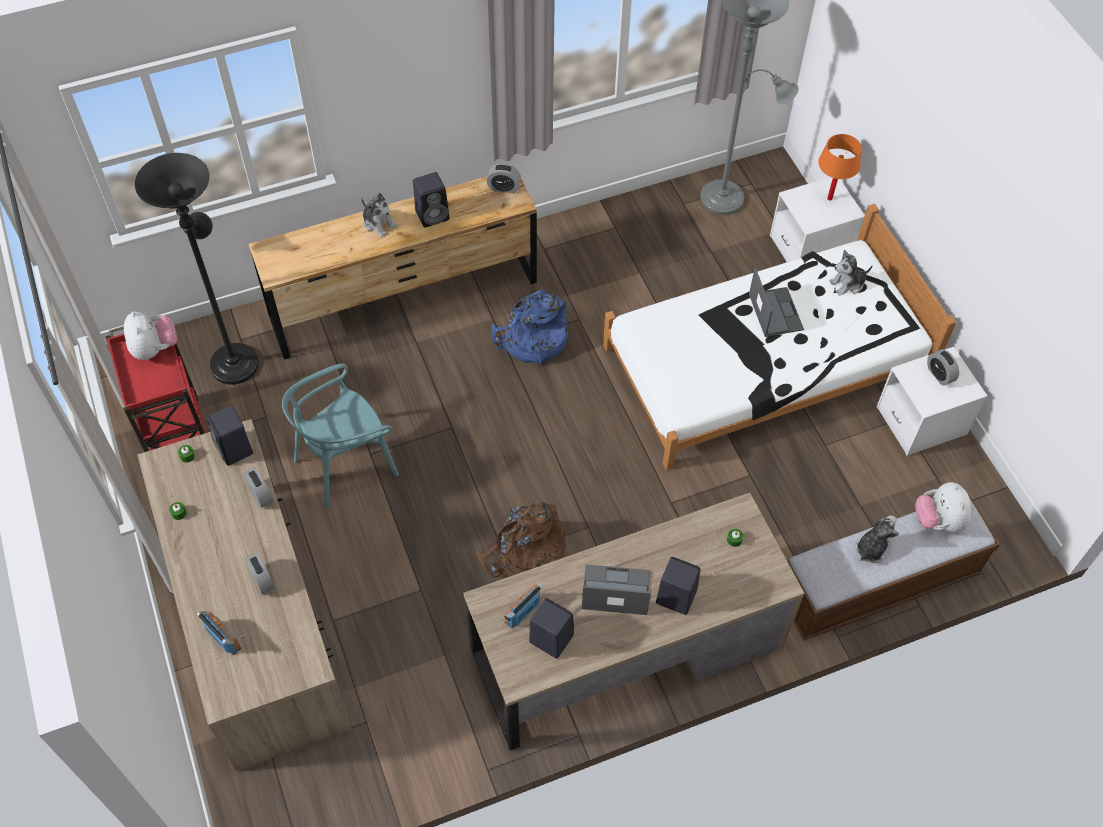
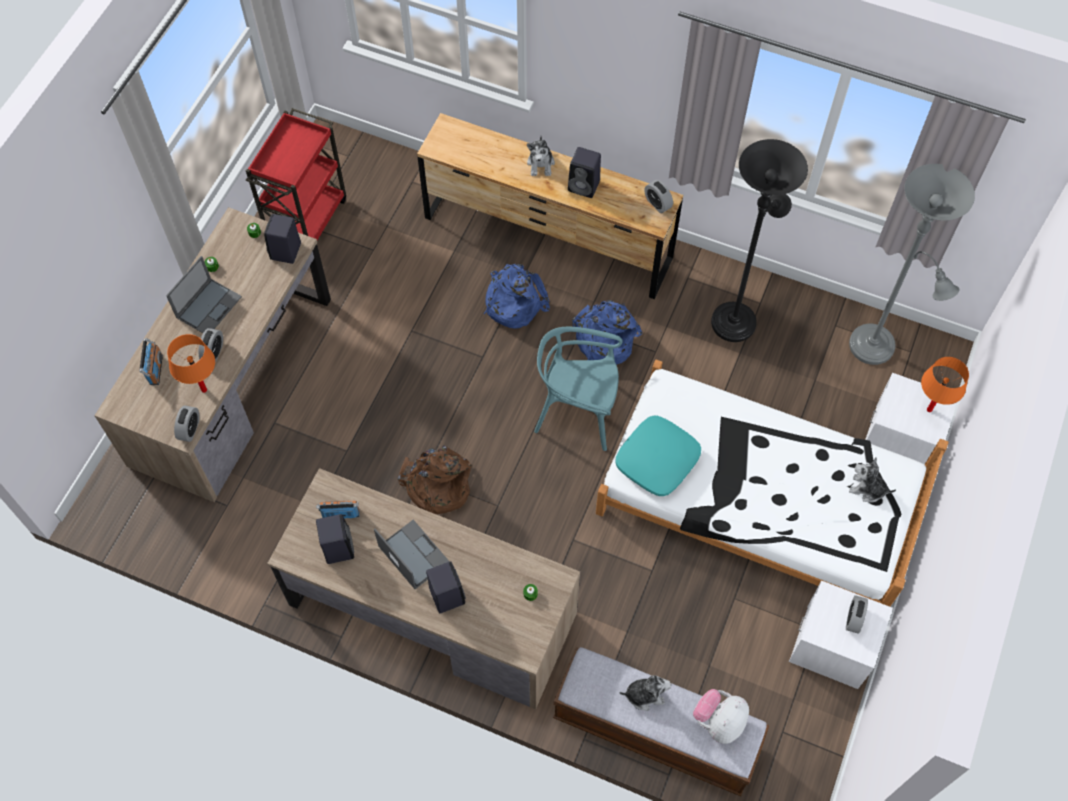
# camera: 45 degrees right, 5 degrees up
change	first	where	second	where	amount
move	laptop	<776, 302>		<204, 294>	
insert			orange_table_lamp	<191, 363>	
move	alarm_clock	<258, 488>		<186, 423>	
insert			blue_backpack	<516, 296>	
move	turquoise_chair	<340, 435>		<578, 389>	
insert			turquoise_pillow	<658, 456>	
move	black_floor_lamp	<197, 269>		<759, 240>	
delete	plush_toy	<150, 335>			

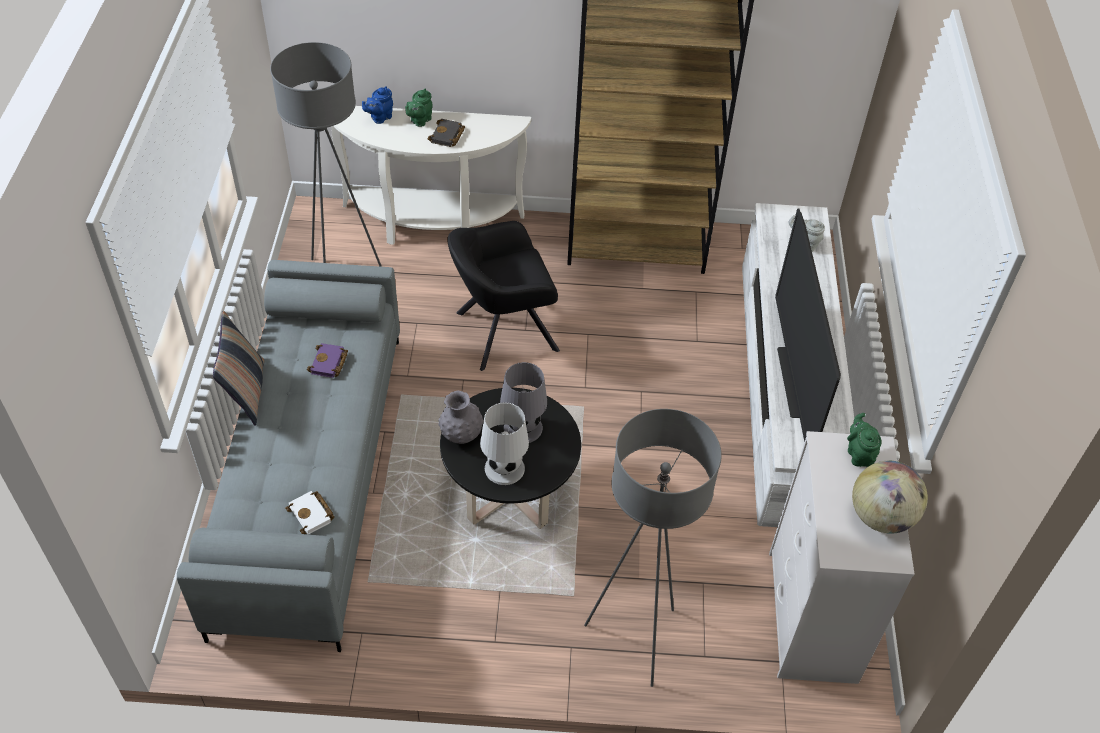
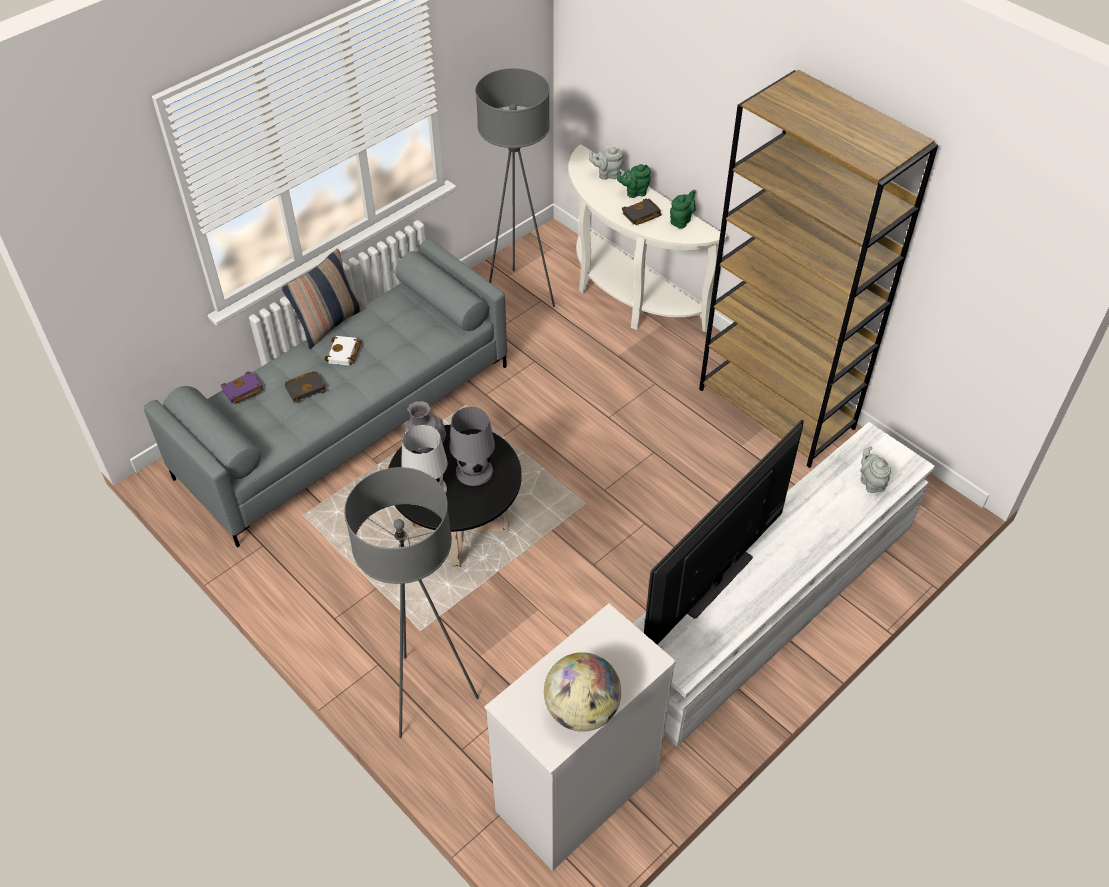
# camera: 45 degrees right, 0 degrees up
change	first	where	second	where	amount
move	purple_book	<327, 360>		<242, 387>	
insert			black_book	<305, 387>	
move	white_book	<310, 513>		<342, 350>	
recolor	blue_teapot	<377, 105>	grey_teapot	<606, 163>	
move	green_teapot	<864, 440>		<683, 209>	
delete	black_armchair	<503, 296>			

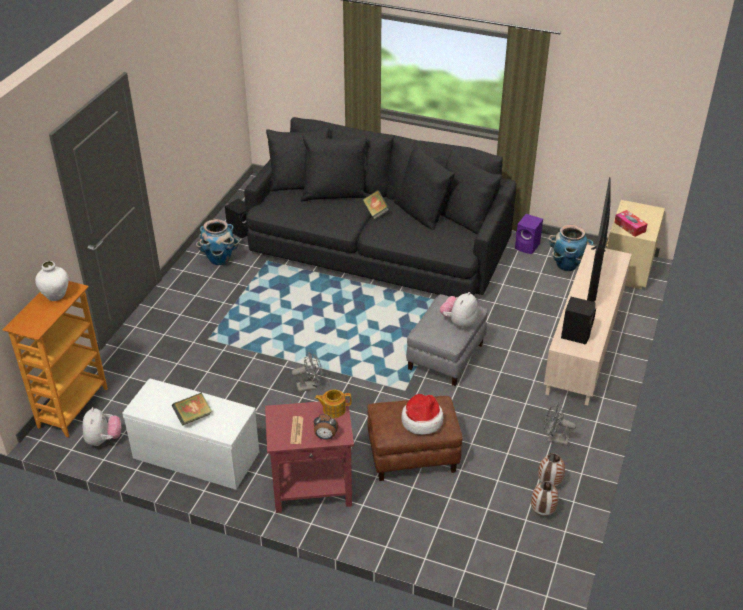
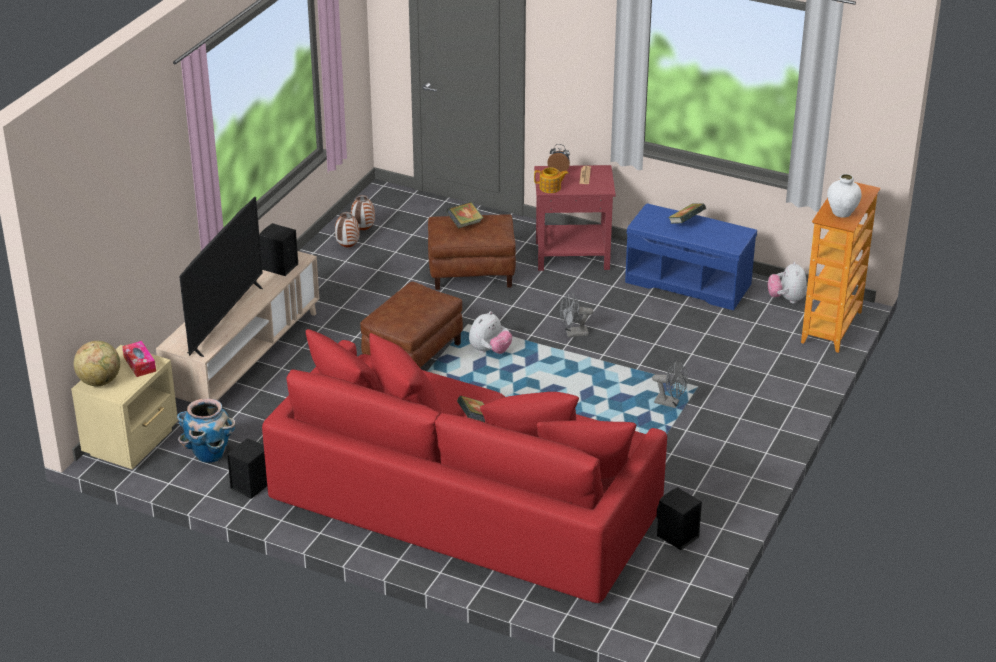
# camera: 175 degrees left, 5 degrees down
change	first	where	second	where	amount
insert			globe	<97, 364>	
recolor	purple_speaker	<529, 234>	black_speaker	<247, 468>	
recolor	black_sofa	<380, 207>	red_sofa	<464, 466>	
recolor	grey_ottoman	<447, 340>	brown_ottoman	<411, 325>	
replace	hat	<422, 414>	book	<464, 215>	
move	plush_toy	<459, 310>		<490, 332>	
recolor	white_bench	<190, 434>	blue_bench	<691, 256>	
move	grey_fan	<560, 424>		<670, 384>	
delete	planter	<217, 242>			

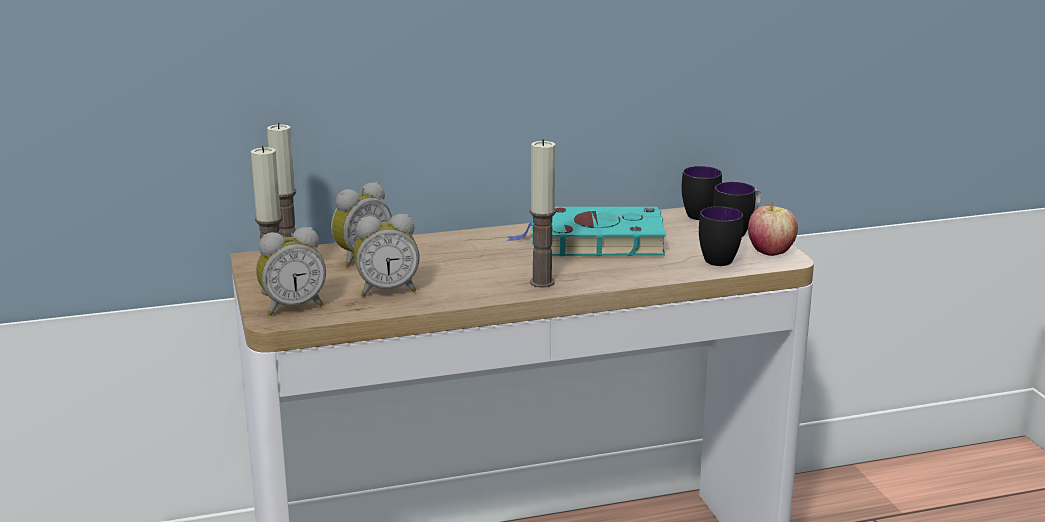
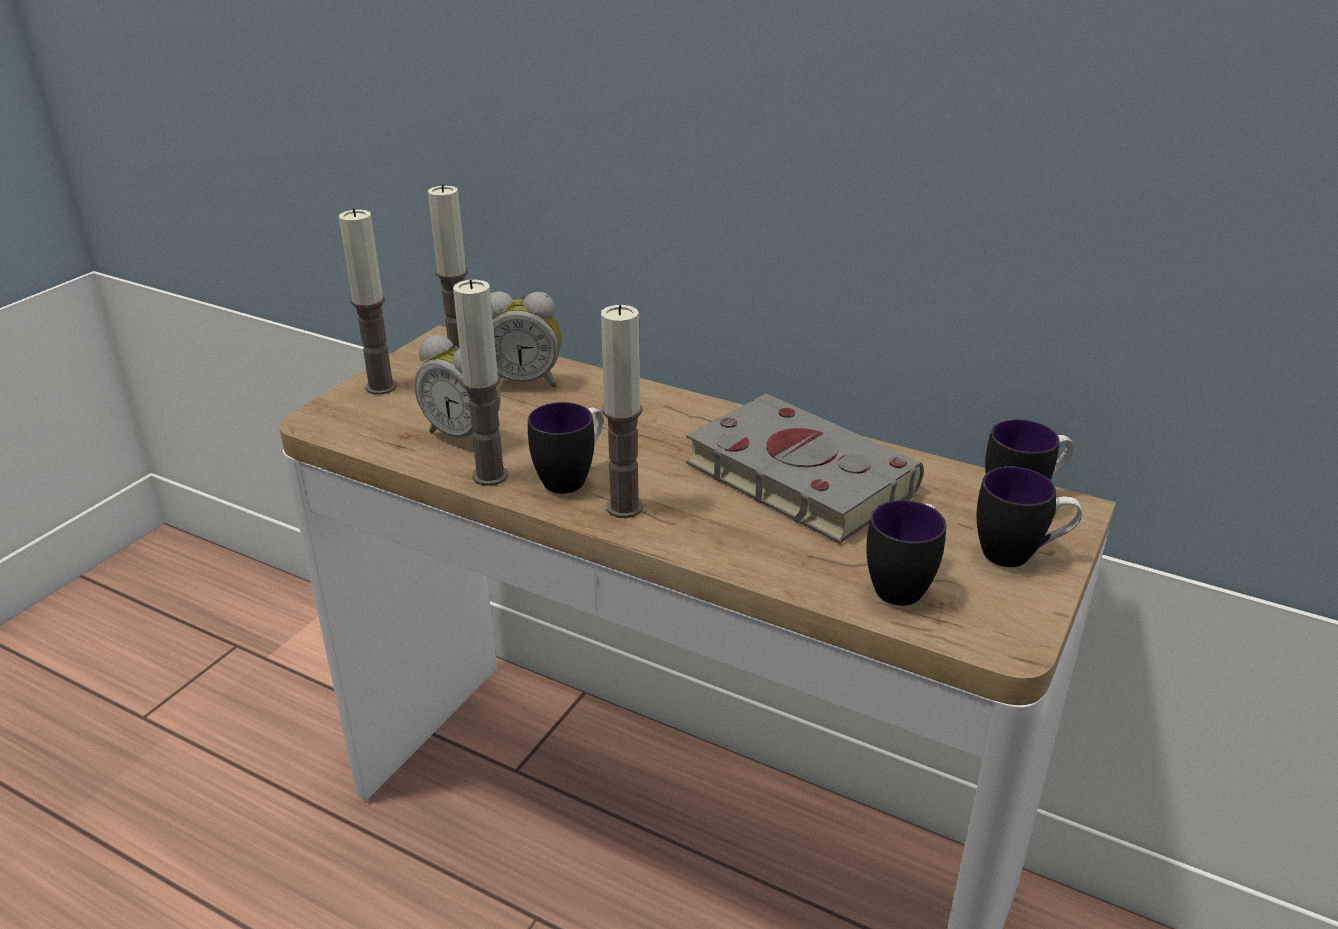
# camera: 45 degrees right, 10 degrees up
change	first	where	second	where	amount
insert			candle	<480, 383>	
insert			mug	<565, 448>	
recolor	turquoise_book	<586, 231>	grey_book	<805, 468>	
delete	alarm_clock	<291, 271>			
delete	apple	<773, 228>			

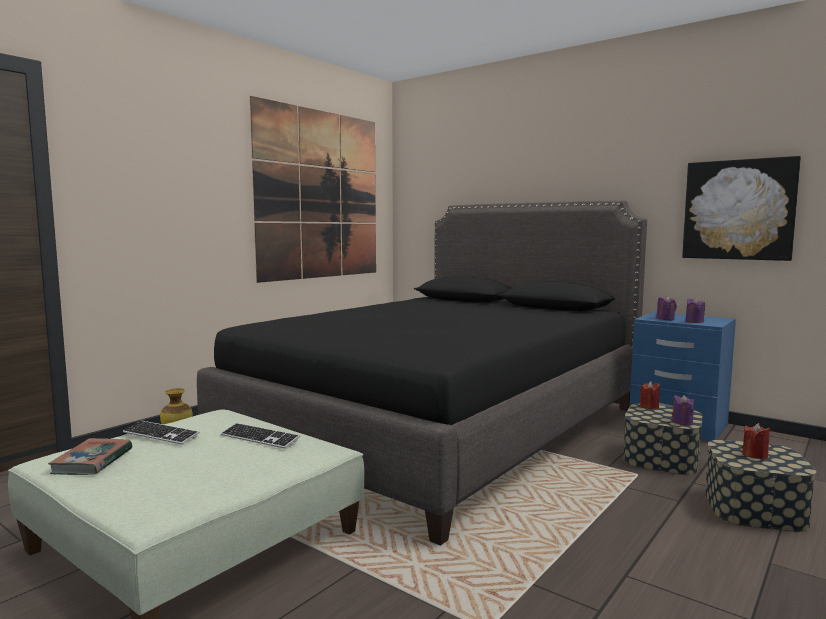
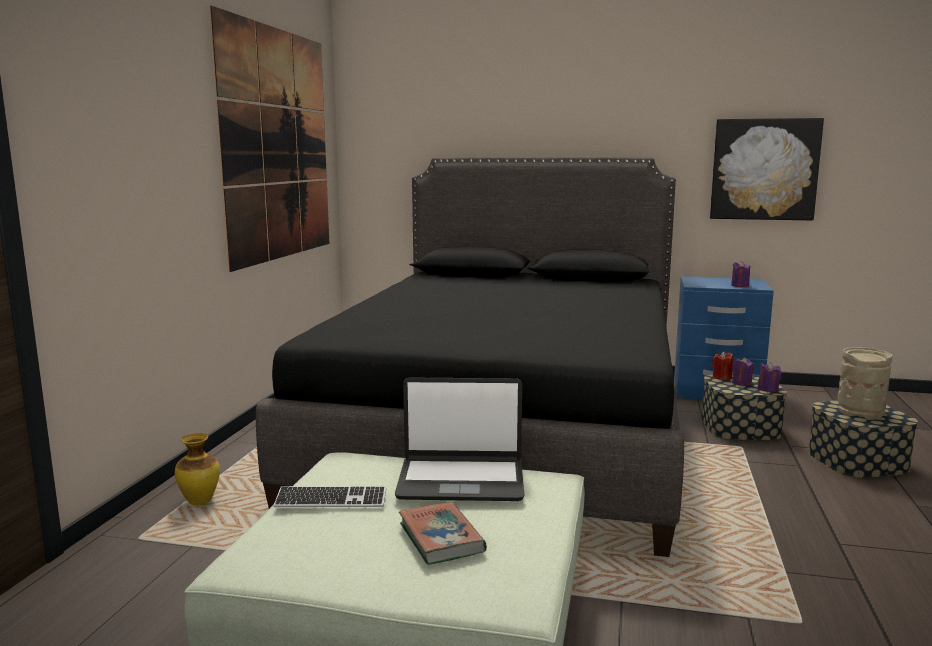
# camera: 25 degrees left, 5 degrees up
change	first	where	second	where	amount
replace	keyboard	<260, 436>	laptop	<460, 439>	
move	book	<90, 456>		<443, 533>	
move	purple_candle	<666, 308>		<743, 371>	
replace	red_candle	<756, 441>	beige_vase	<865, 383>	

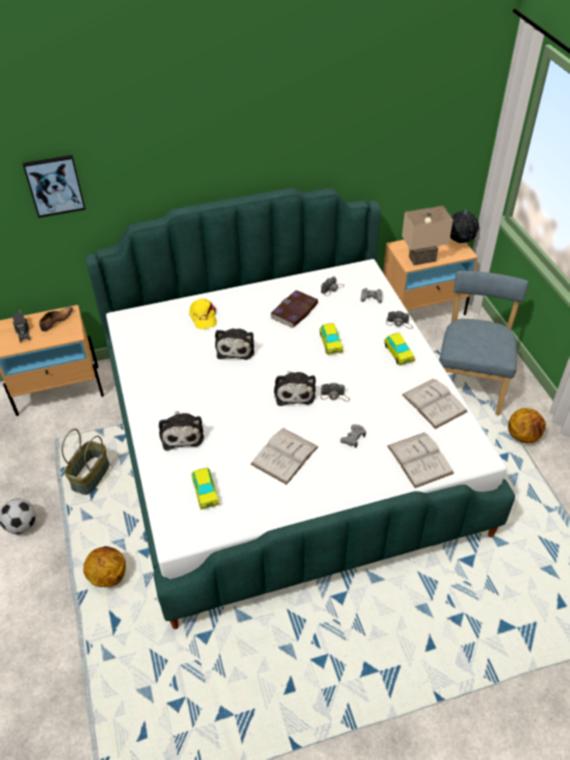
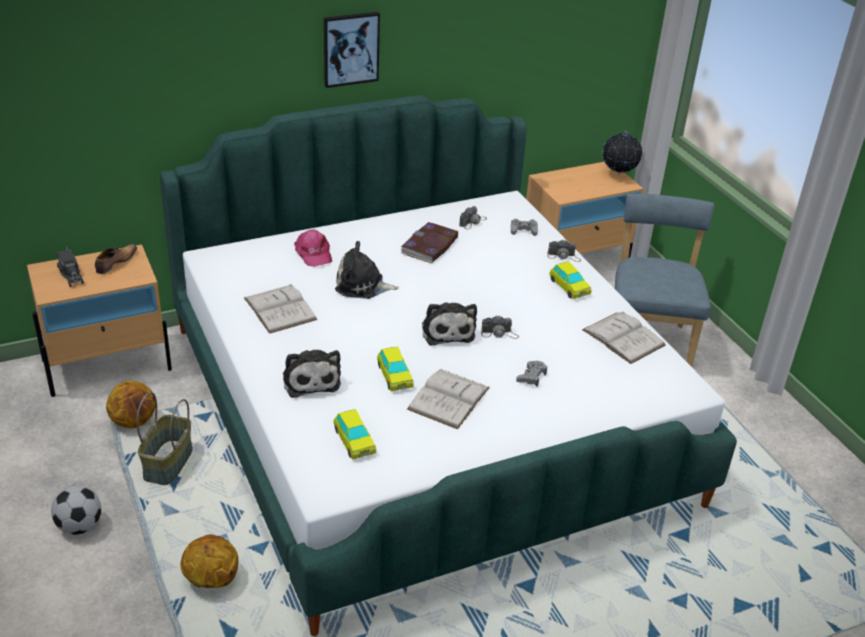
# camera: 10 degrees left, 10 degrees down
change	first	where	second	where	amount
move	basketball	<527, 425>		<130, 404>	
move	white_book	<421, 460>		<281, 309>	
recolor	yellow_cap	<203, 313>	pink_cap	<313, 248>	
move	picture	<54, 186>		<352, 50>	
rotate	plush_toy	<234, 344>		<367, 270>	105 degrees clockwise
move	toy_car	<331, 339>		<395, 369>	
delete	beige_table_lamp	<427, 235>			

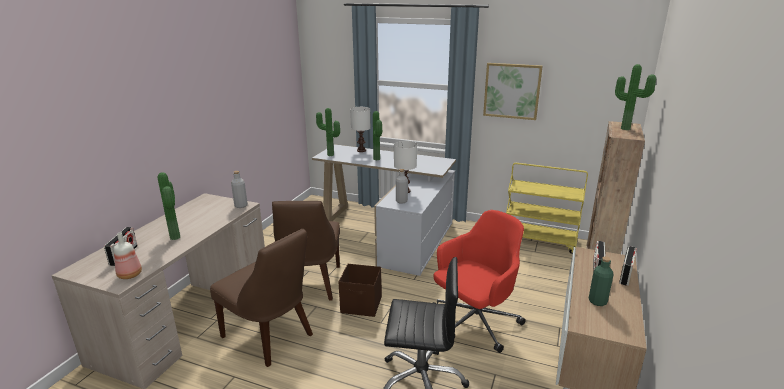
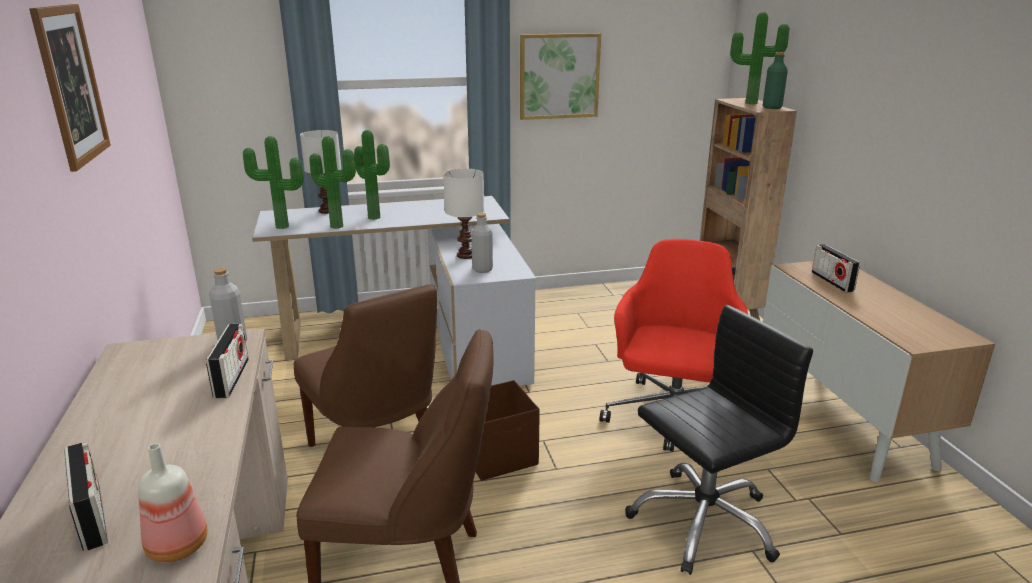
# camera: 35 degrees left, 0 degrees up
change	first	where	second	where	amount
insert			picture	<70, 88>	
move	radio	<628, 266>		<227, 361>	
move	potted_plant	<169, 206>		<333, 182>	
move	green_bottle	<601, 281>		<775, 80>	
delete	yellow_cart	<547, 208>			

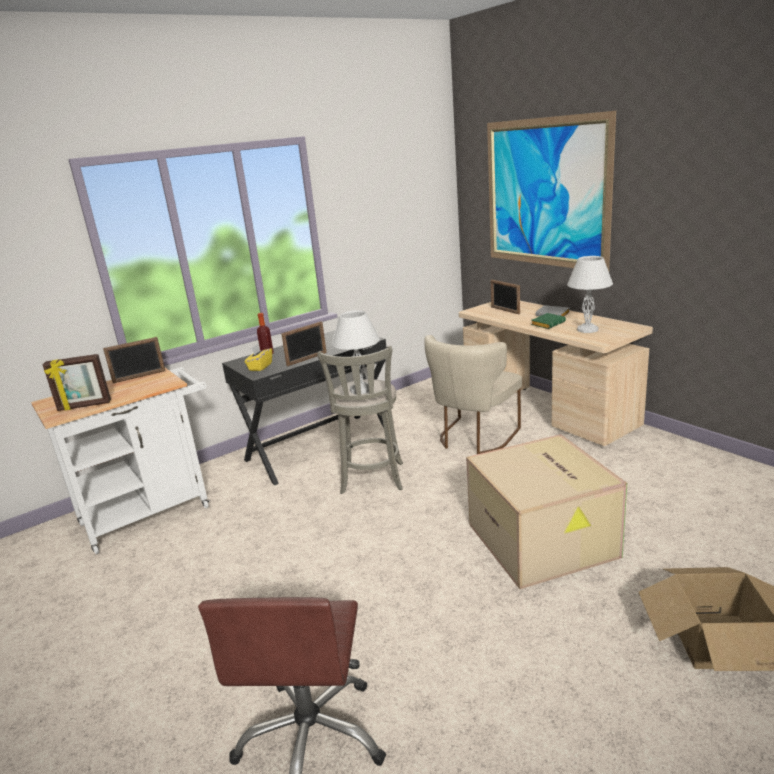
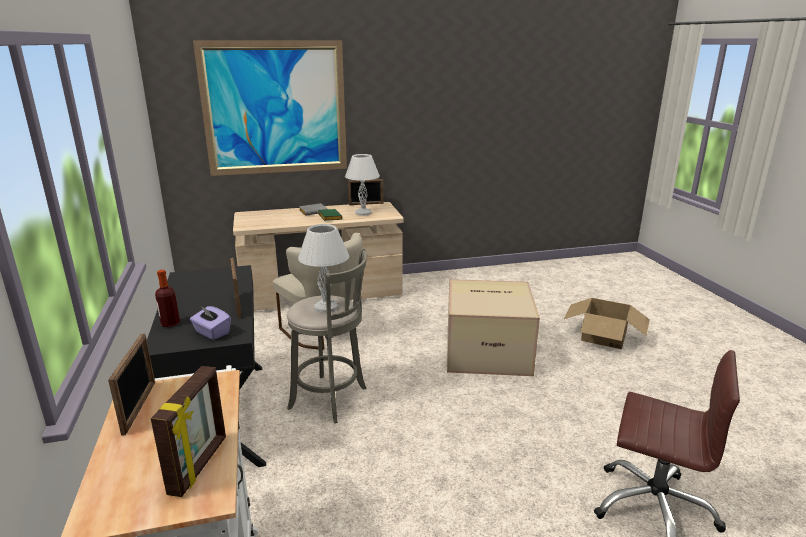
# camera: 70 degrees left, 0 degrees up
change	first	where	second	where	amount
recolor	yellow_tissue_box	<258, 357>	purple_tissue_box	<210, 322>	
move	picture_frame	<505, 297>		<366, 192>	

